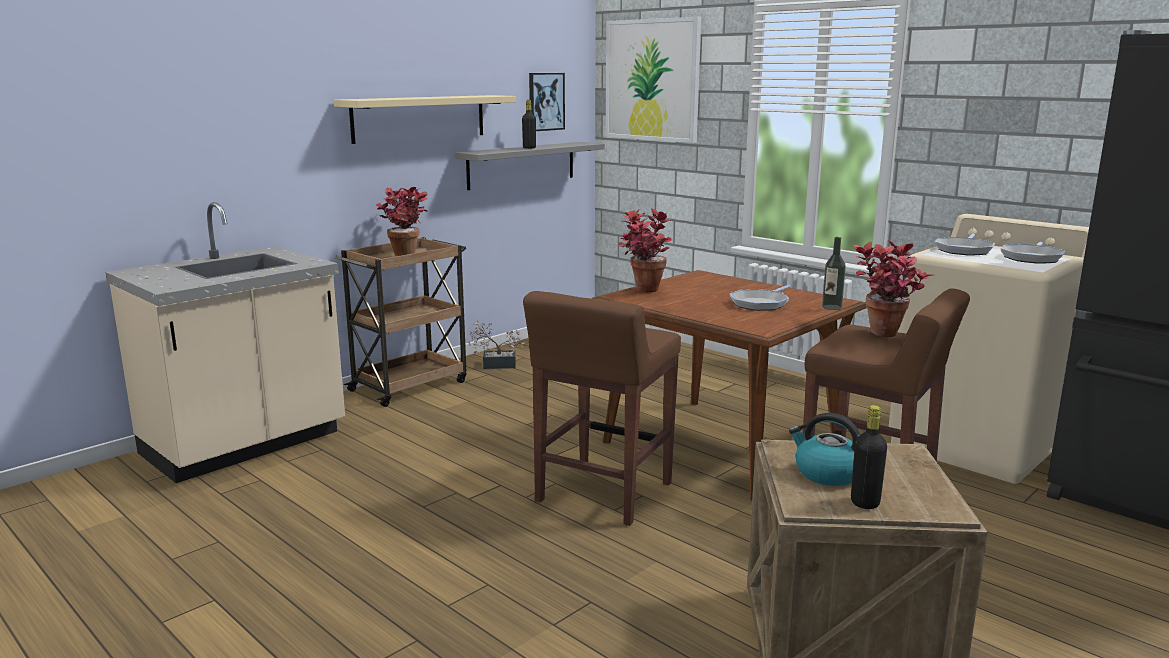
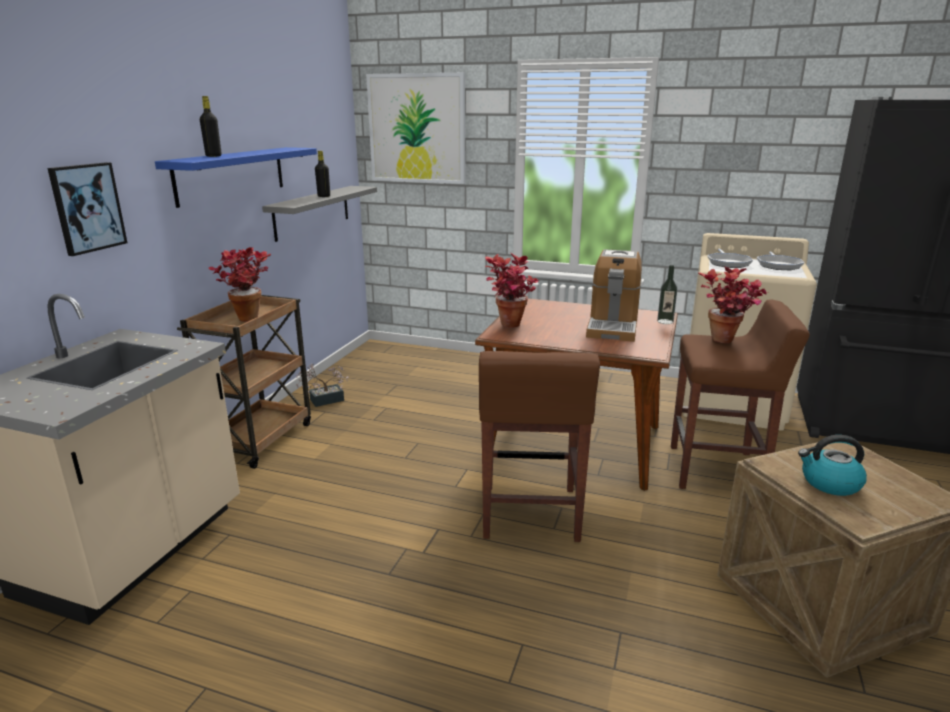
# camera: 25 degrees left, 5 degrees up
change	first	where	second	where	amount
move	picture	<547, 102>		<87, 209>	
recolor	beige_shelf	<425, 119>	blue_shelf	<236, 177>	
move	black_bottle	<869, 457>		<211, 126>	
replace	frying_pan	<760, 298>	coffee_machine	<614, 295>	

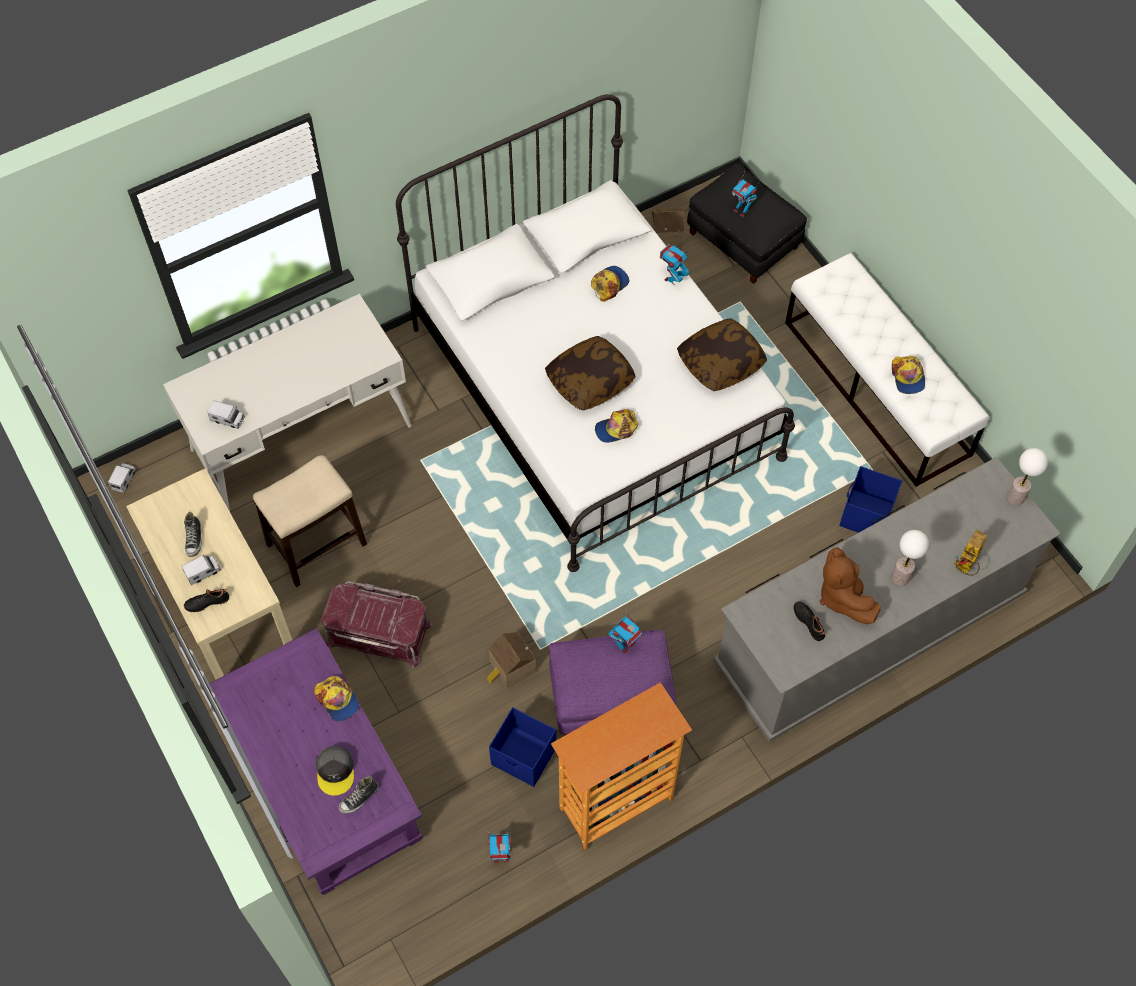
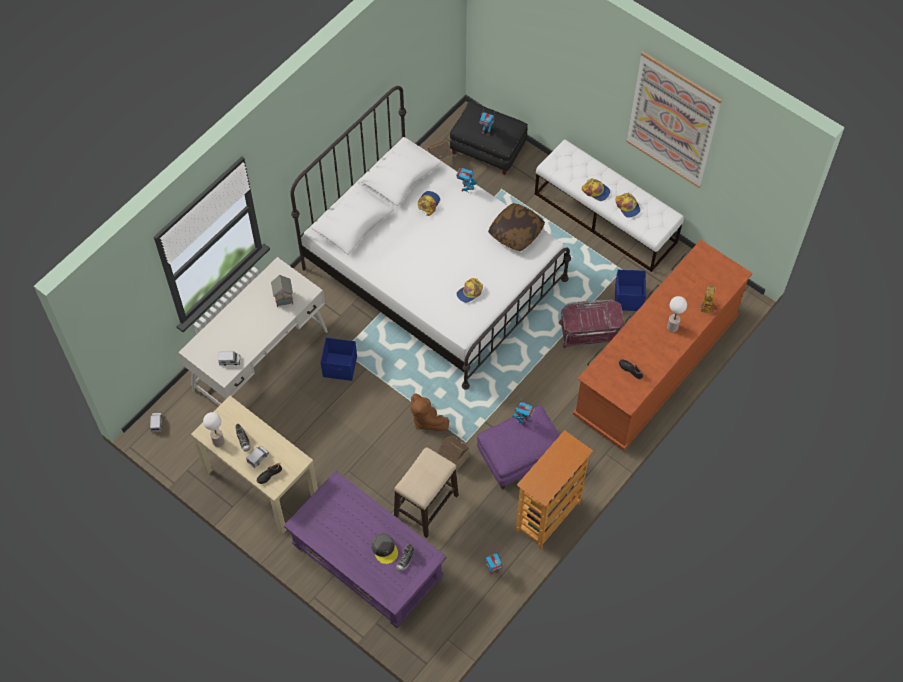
# camera: 20 degrees left, 0 degrees up
change	first	where	second	where	amount
move	table_lamp	<1027, 477>		<213, 429>	
insert			toy_house	<282, 291>	
move	blue_storage_box	<522, 747>		<339, 359>	
move	stool	<310, 521>		<426, 492>	
move	brown_plush_toy	<850, 585>		<429, 412>	
move	red_storage_box	<377, 624>		<591, 324>	
recolor	grey_dresser	<887, 599>	brown_dresser	<663, 345>	
move	cap	<336, 699>		<596, 189>	
insert			picture	<674, 119>	
delete	pillow	<590, 373>			

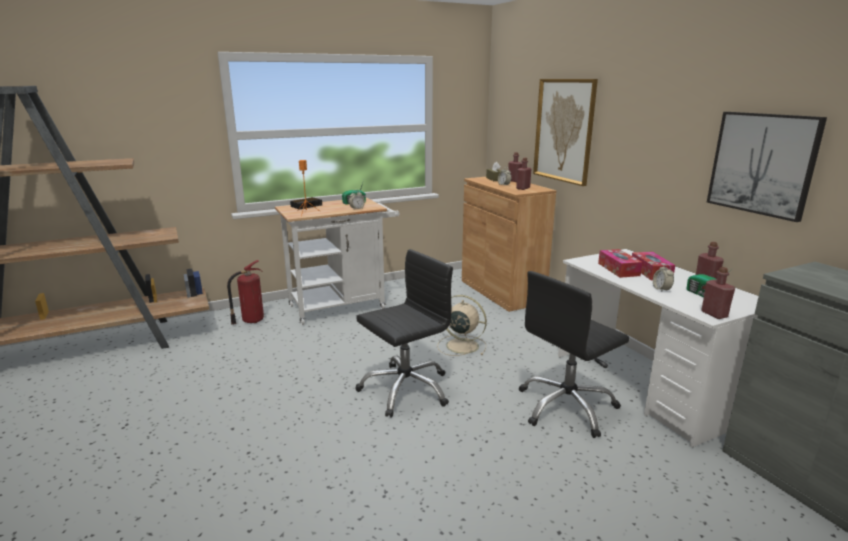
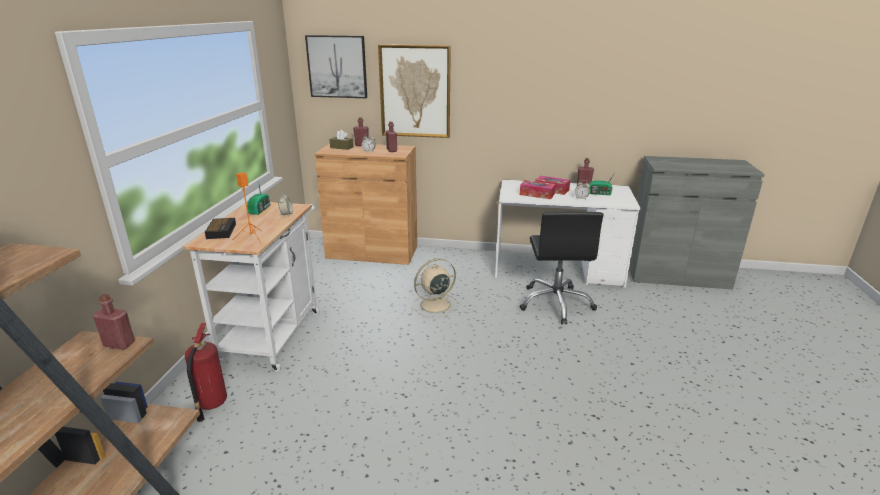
# camera: 55 degrees left, 5 degrees up
change	first	where	second	where	amount
move	red_bottle	<718, 293>		<114, 322>	
move	picture	<767, 167>		<336, 66>	
delete	black_office_chair	<404, 333>			

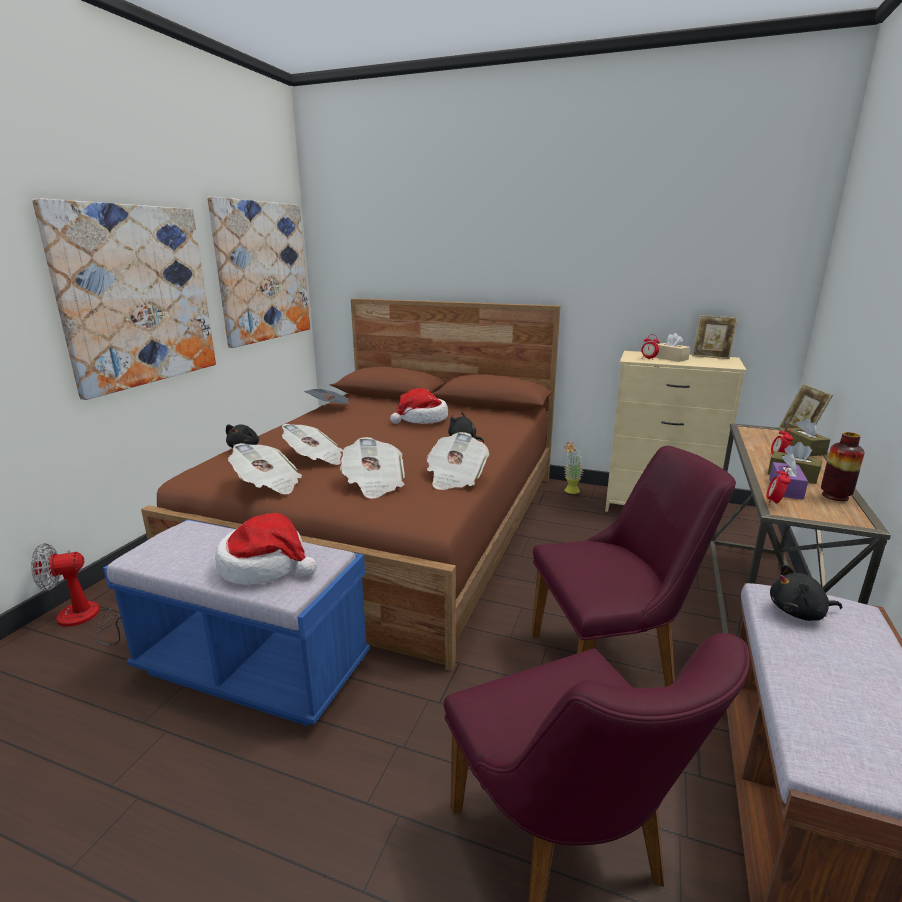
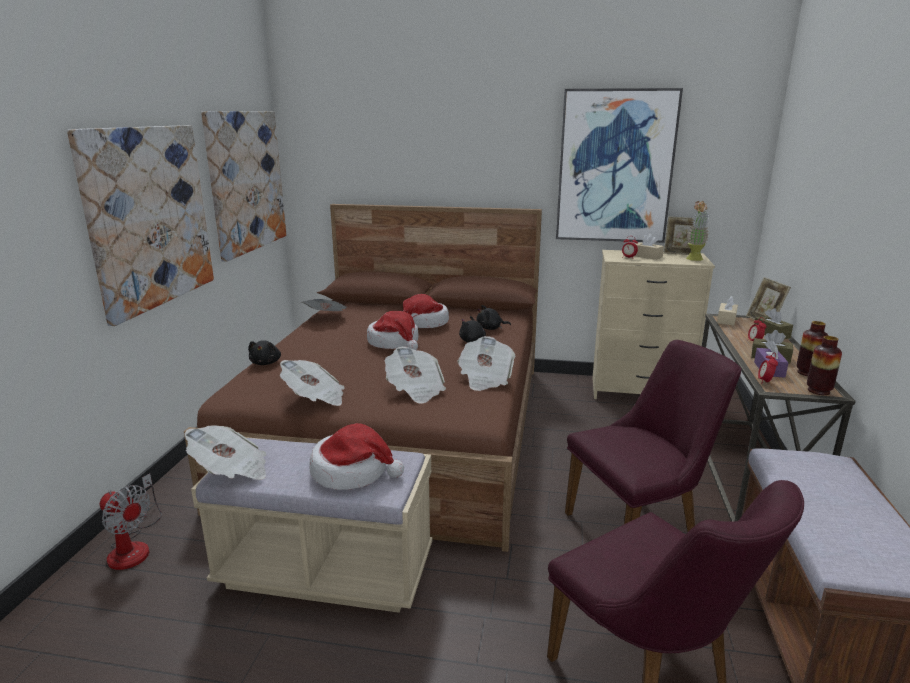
# camera: 10 degrees left, 0 degrees up
change	first	where	second	where	amount
rotate	fan	<76, 594>		<131, 521>	120 degrees counterclockwise
move	newspaper	<312, 444>		<225, 453>	
recolor	blue_bench	<236, 622>	beige_bench	<312, 525>	
insert			hat	<393, 330>	
move	black_plush_toy	<806, 592>		<493, 317>	
insert			picture	<619, 165>	
move	potted_plant	<574, 468>		<698, 231>	
insert			beige_tissue_box	<727, 310>	
insert			vase	<824, 365>	

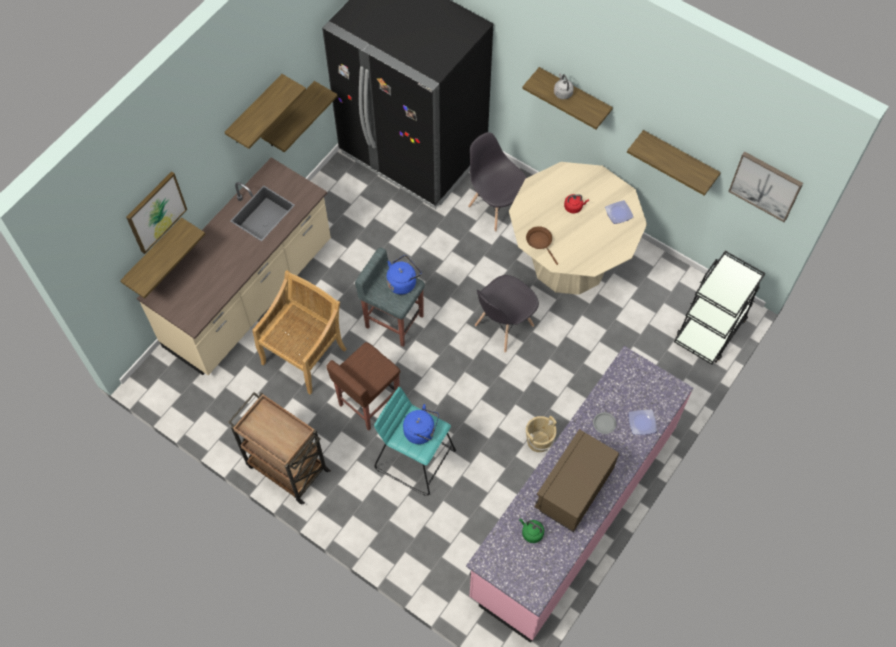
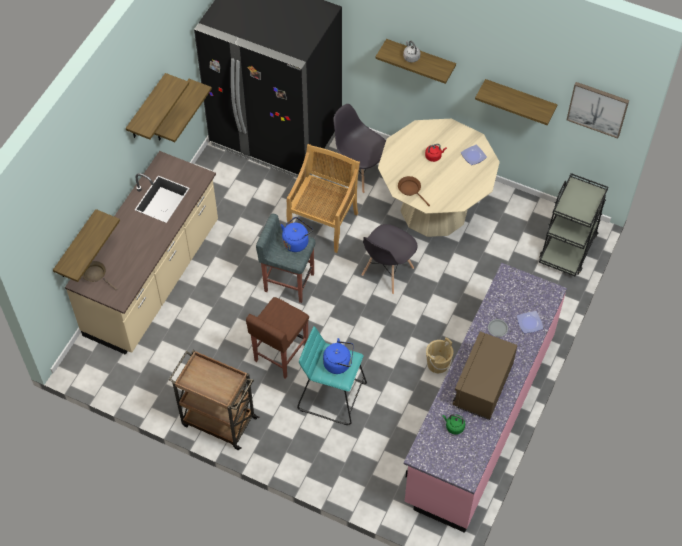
# camera: 10 degrees left, 5 degrees down
change	first	where	second	where	amount
insert			brown_frying_pan	<99, 275>	
move	beige_chair	<299, 332>		<323, 198>	
delete	picture	<156, 212>			

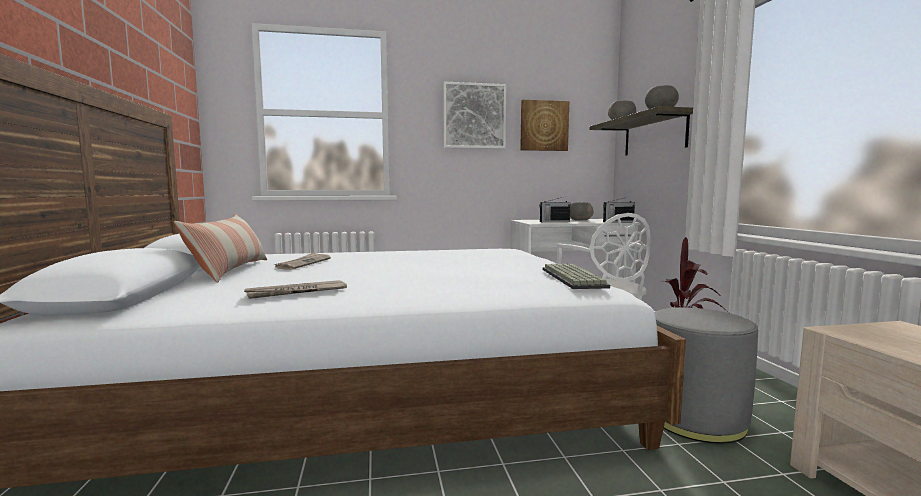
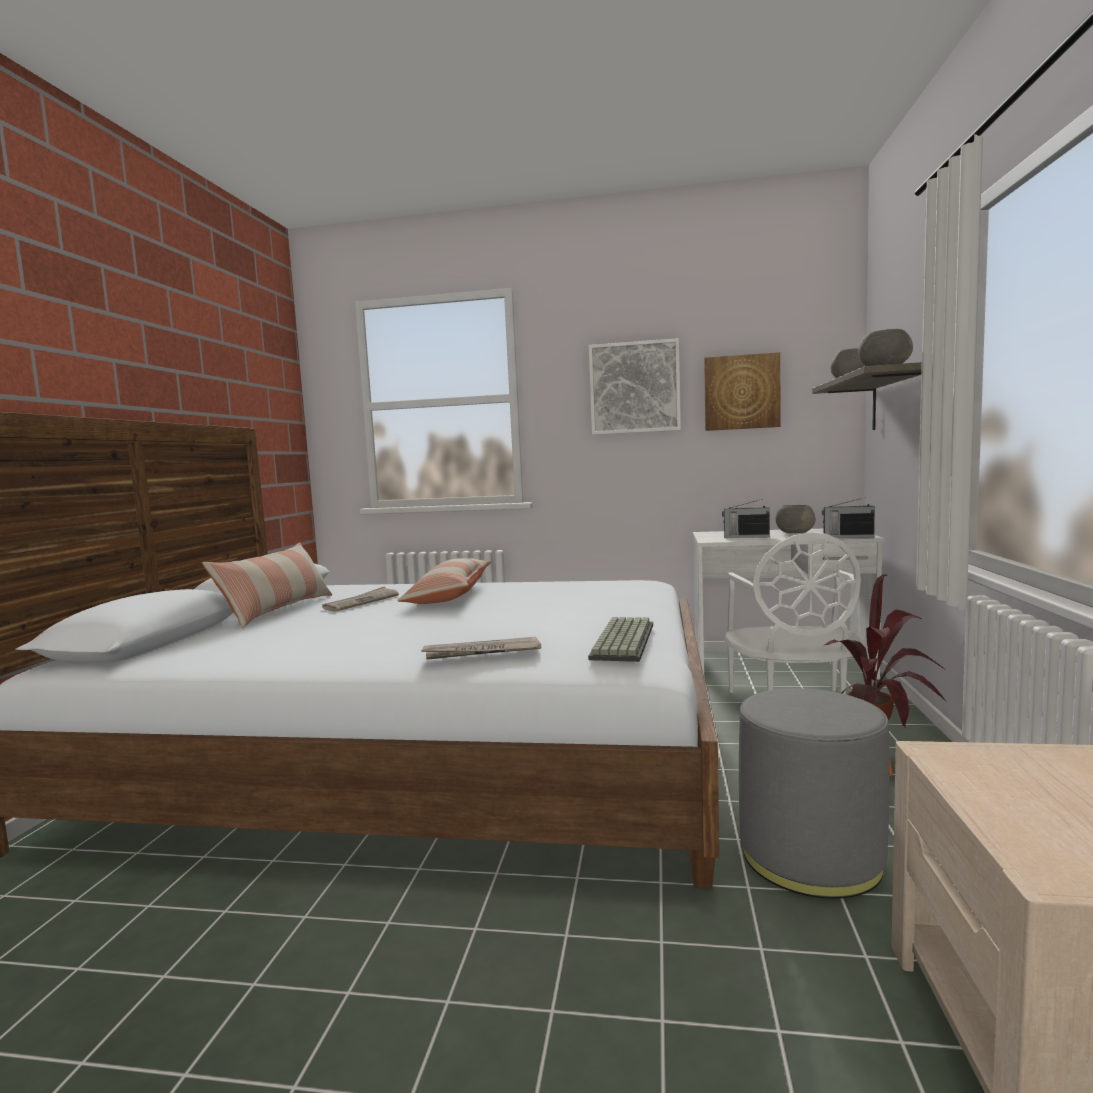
# camera: 20 degrees right, 0 degrees up
change	first	where	second	where	amount
insert			pillow	<444, 581>	
move	newspaper	<295, 289>		<481, 648>	

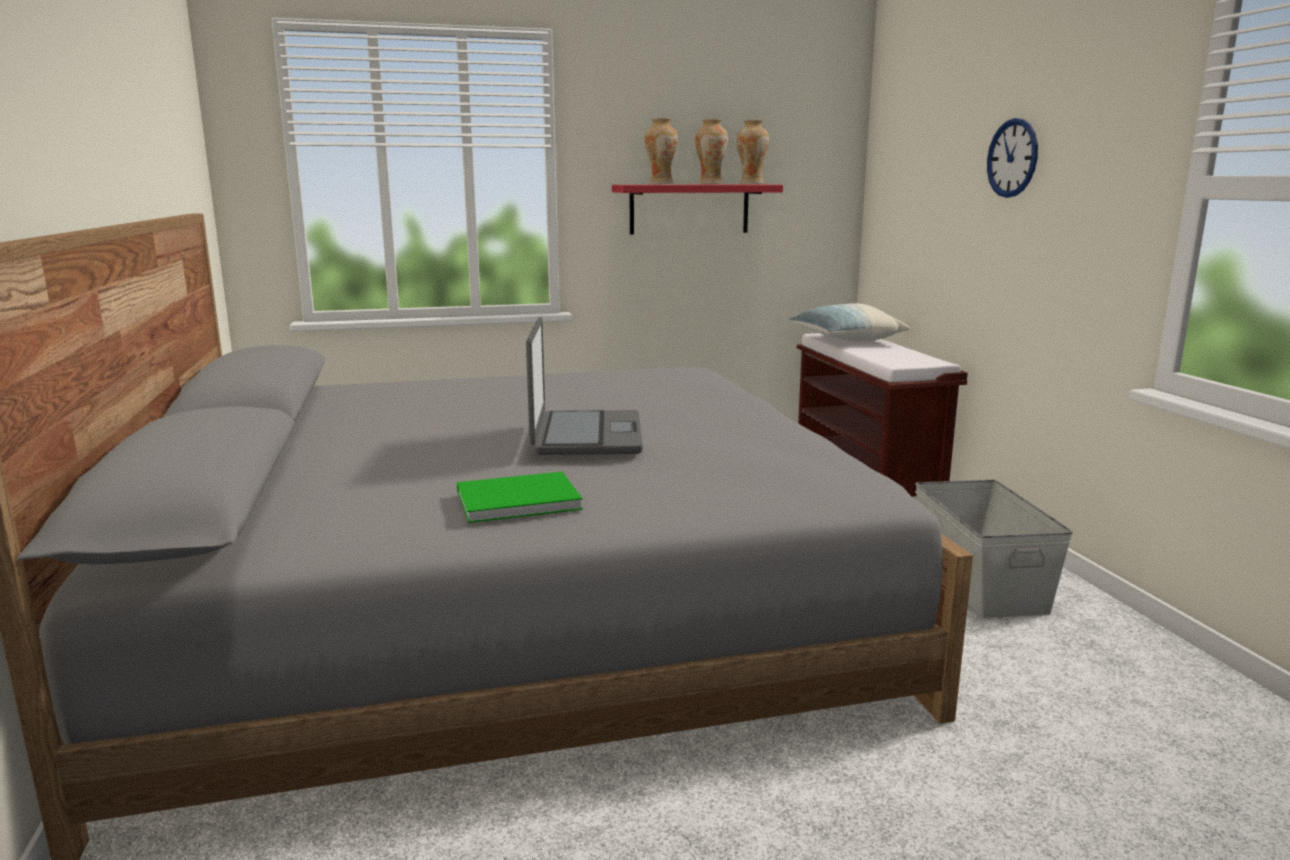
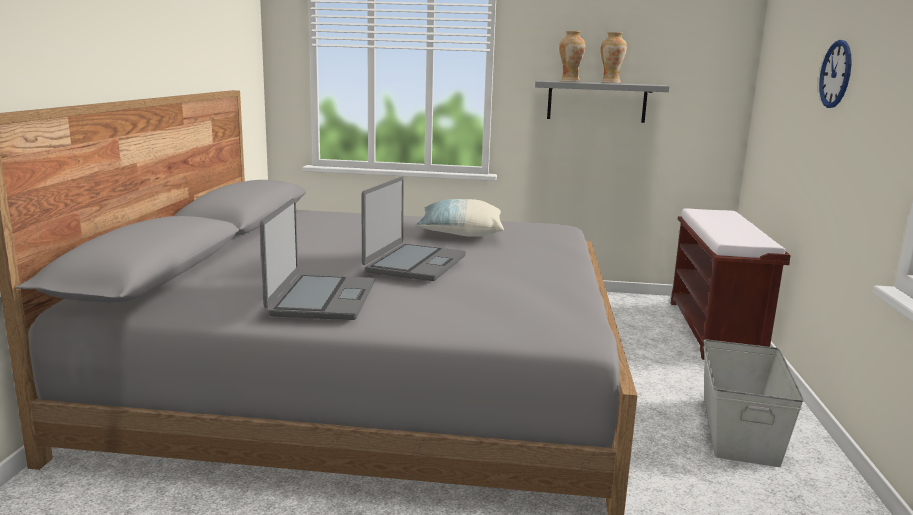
# camera: 20 degrees right, 0 degrees up
change	first	where	second	where	amount
replace	green_book	<520, 497>	laptop	<317, 259>	
move	pillow	<849, 322>		<460, 218>	
recolor	red_shelf	<697, 209>	grey_shelf	<602, 101>	
delete	vase	<753, 152>			

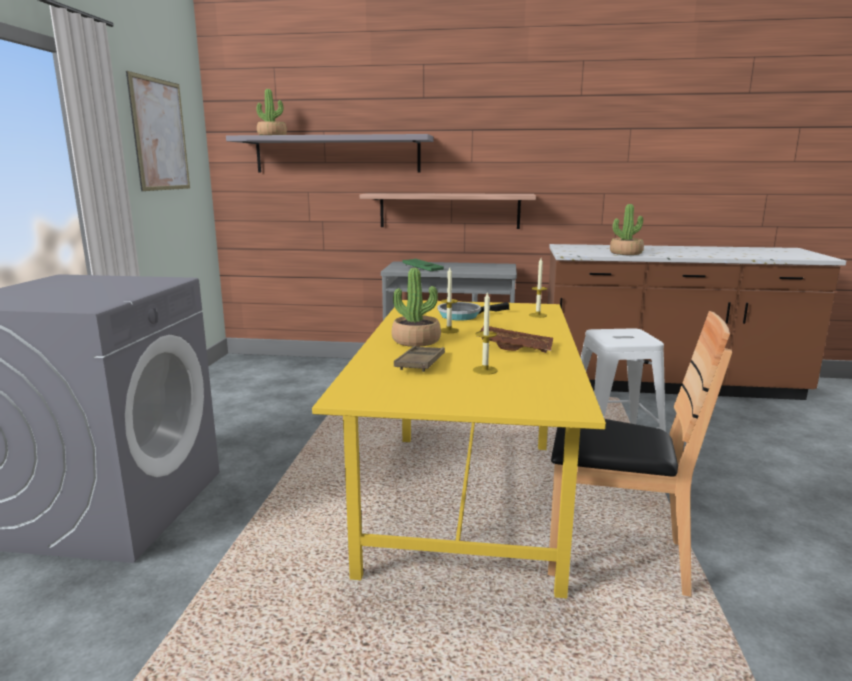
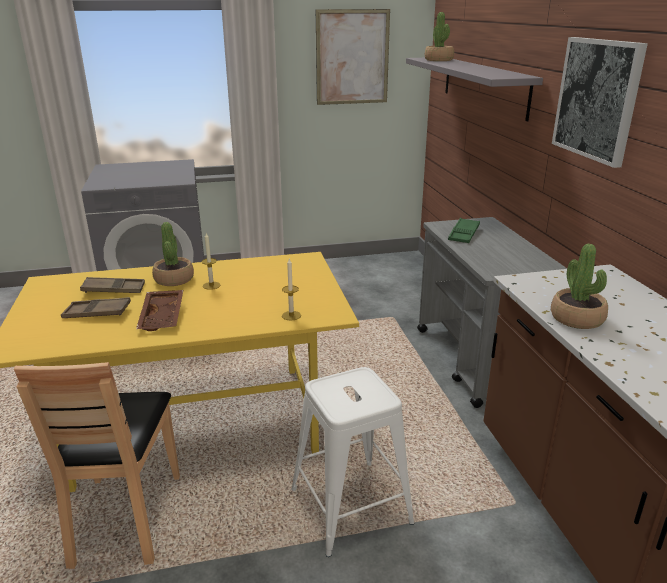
# camera: 70 degrees right, 10 degrees up
change	first	where	second	where	amount
replace	candle	<485, 333>	brown_tray	<96, 307>	
insert			picture	<600, 102>	
delete	shelf	<448, 211>			
delete	frying_pan	<473, 311>			

